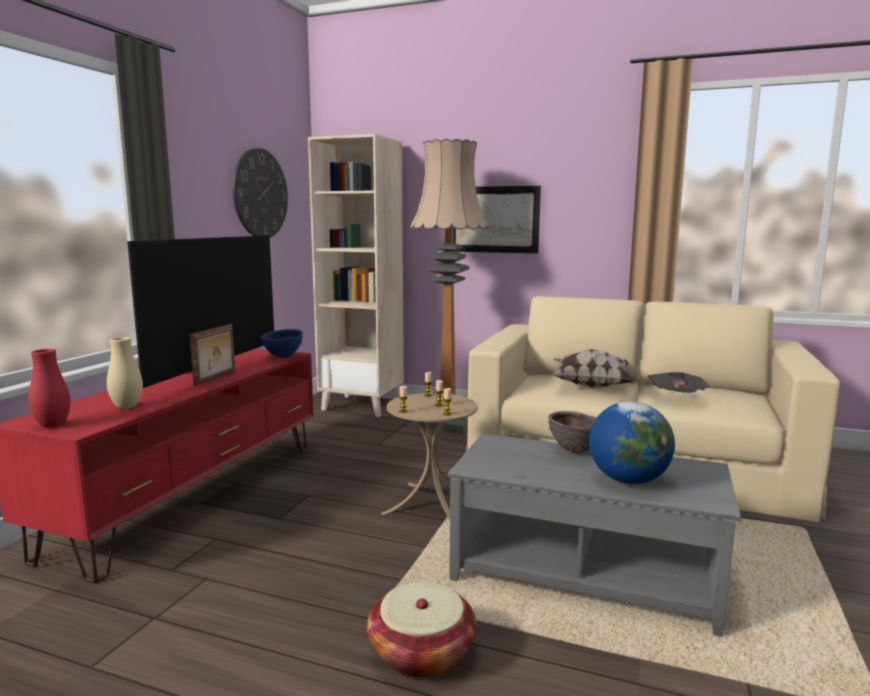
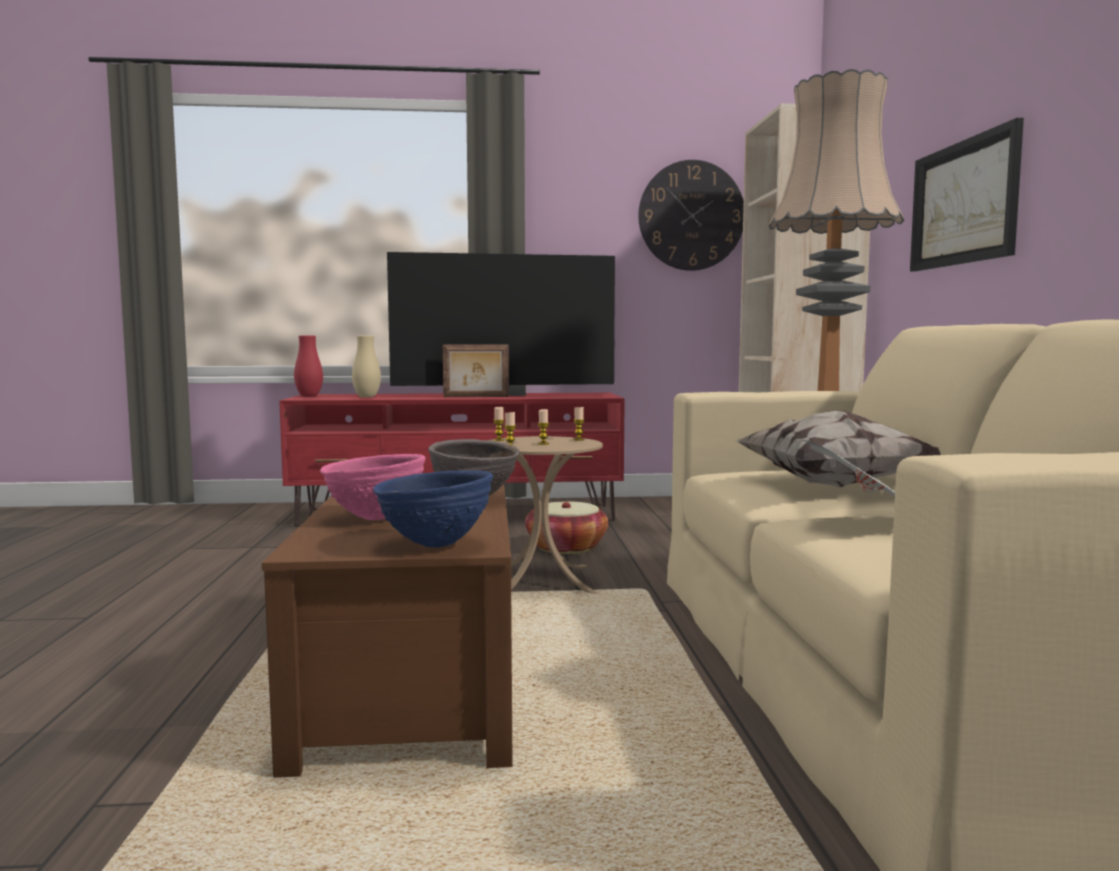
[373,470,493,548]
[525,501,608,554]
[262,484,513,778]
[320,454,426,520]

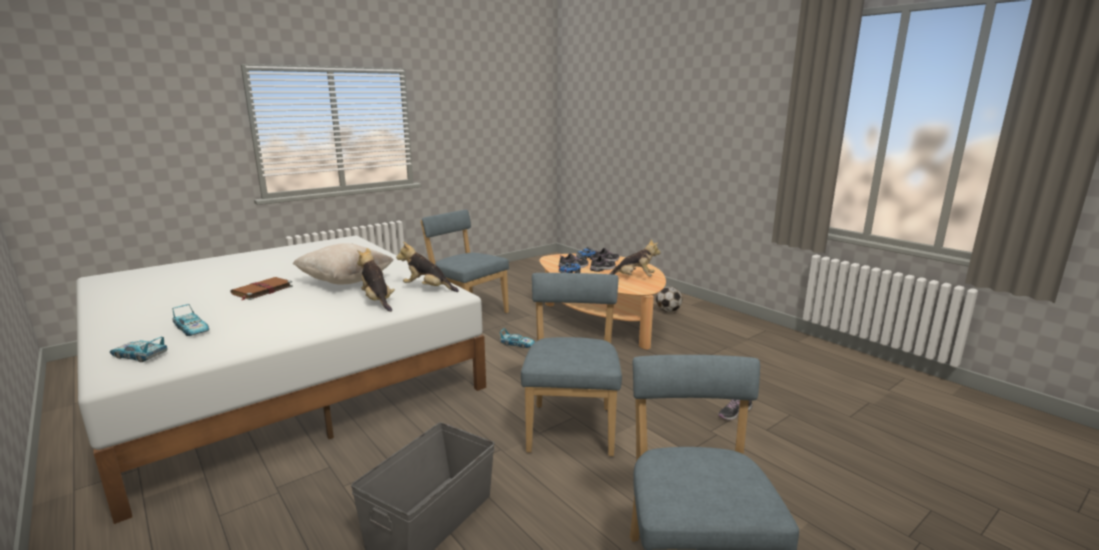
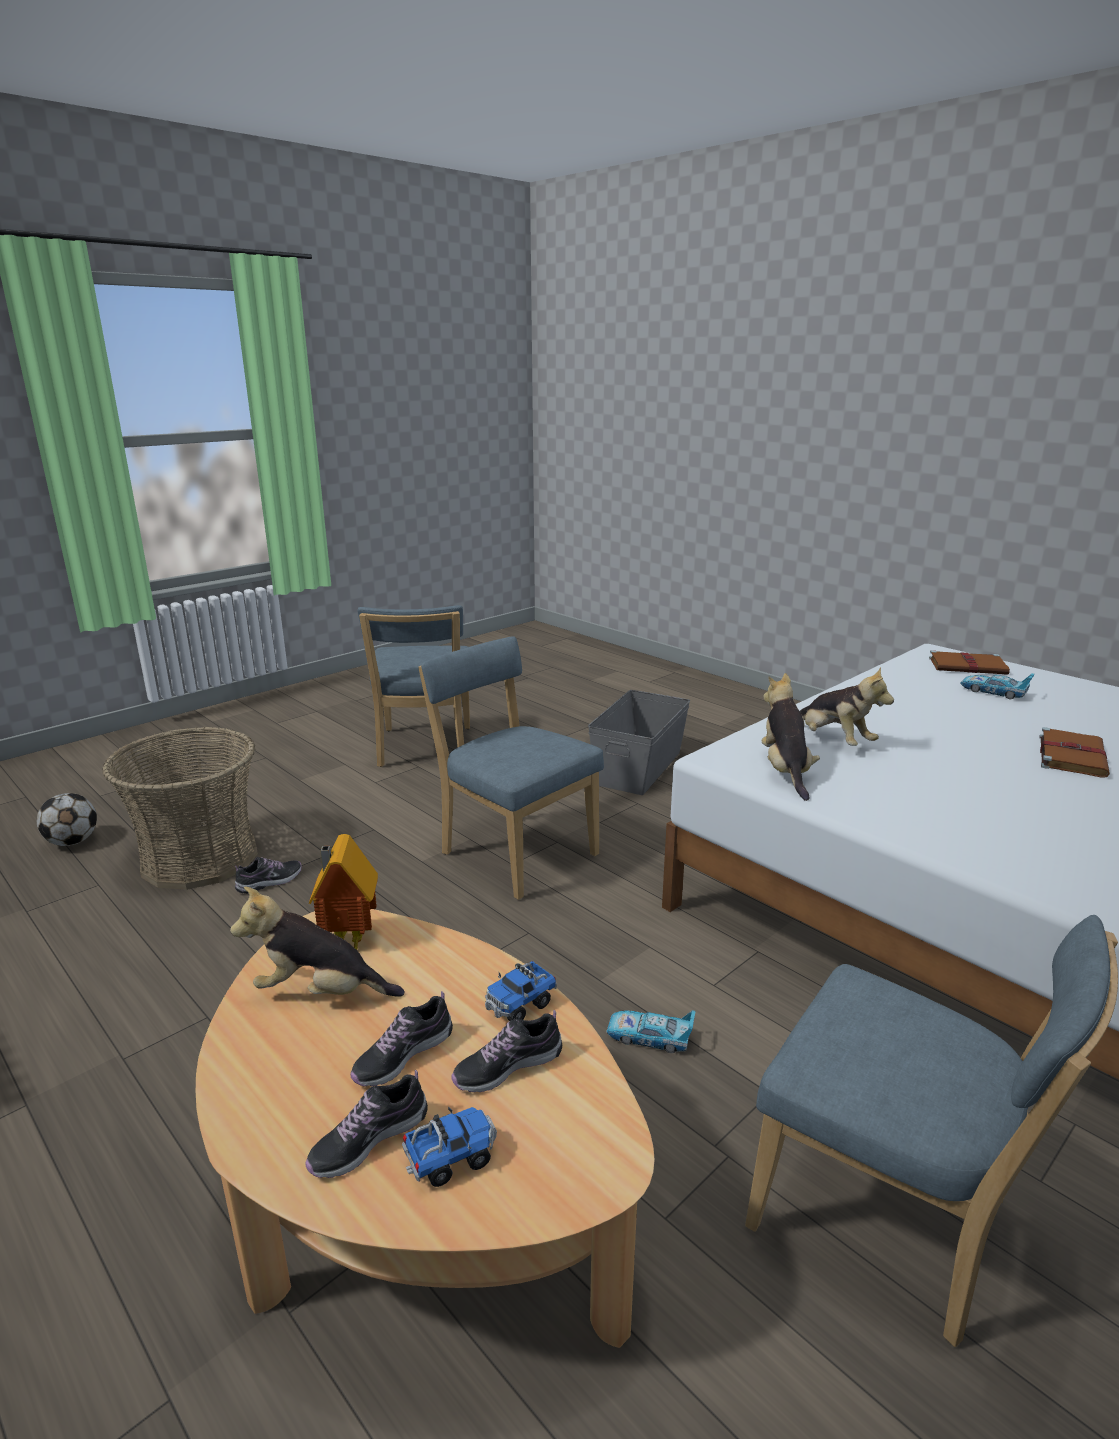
[929,650,1010,675]
[293,243,393,285] (first image)
[762,673,820,801]
[418,636,604,900]
[37,793,97,846]
[102,727,258,890]
[309,834,378,950]

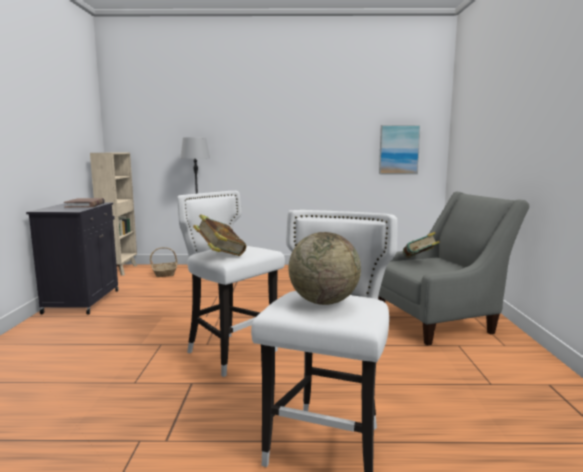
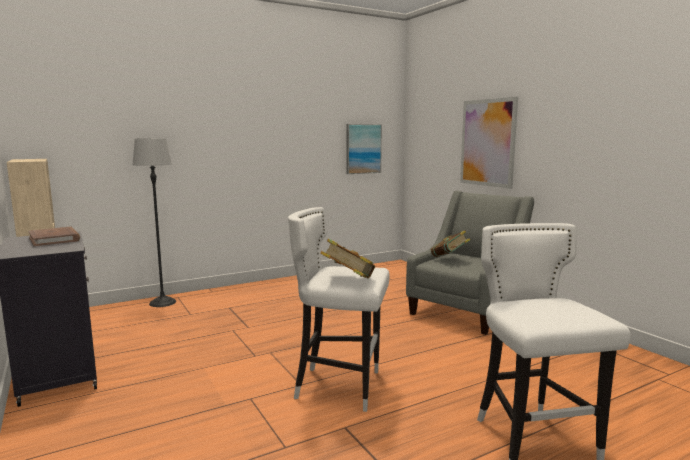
[150,247,178,277] (first image)
[288,232,361,305] (first image)
[460,97,518,189]

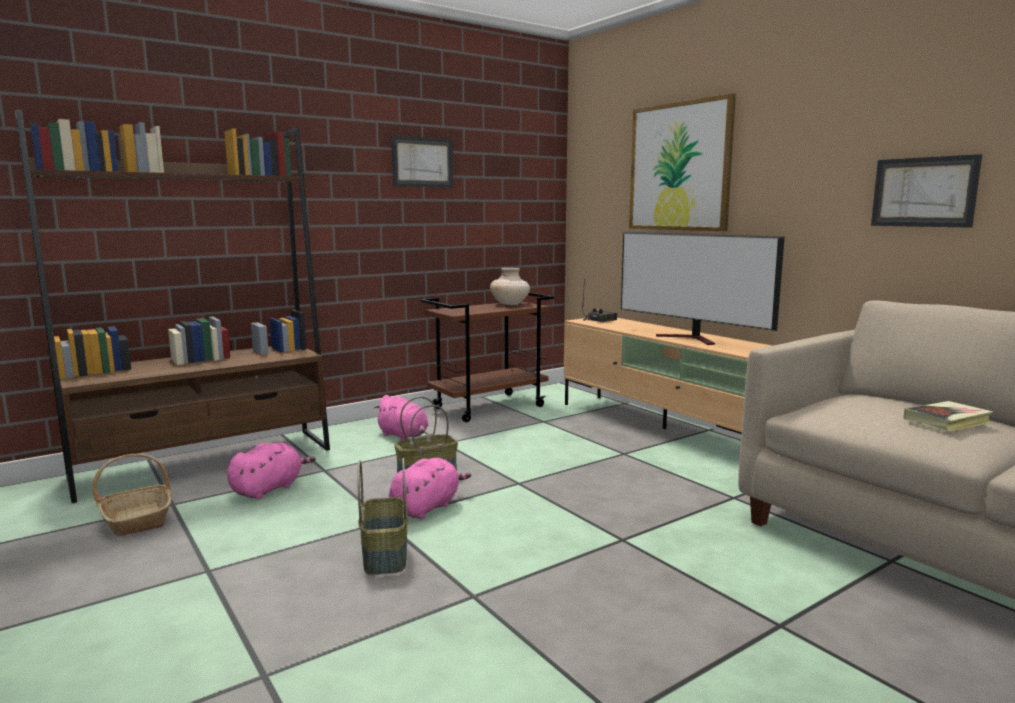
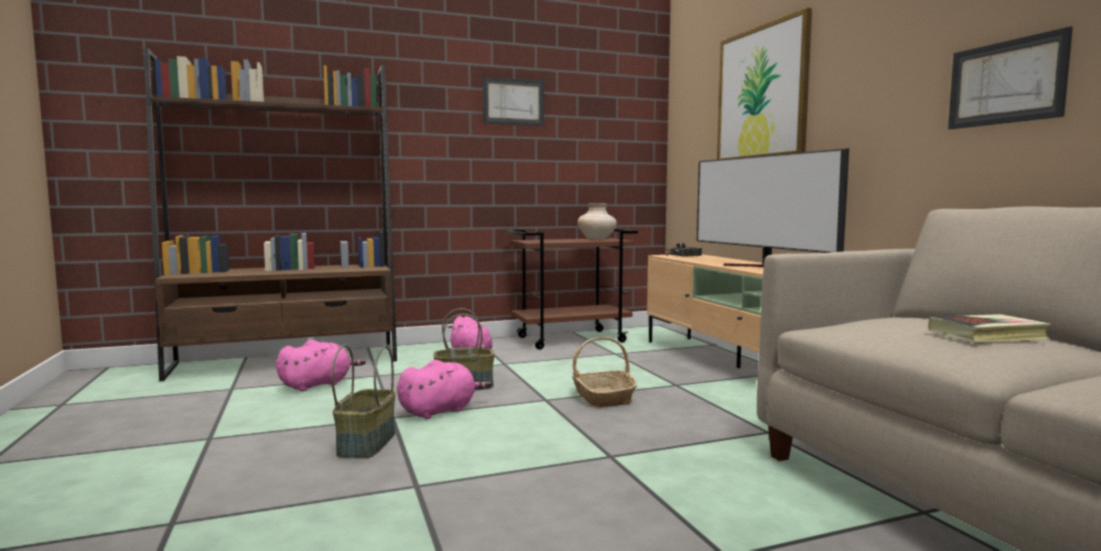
[572,337,637,407]

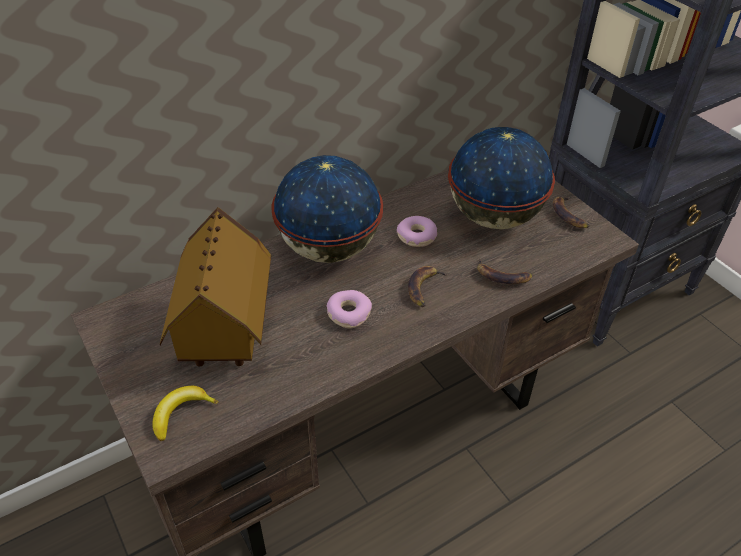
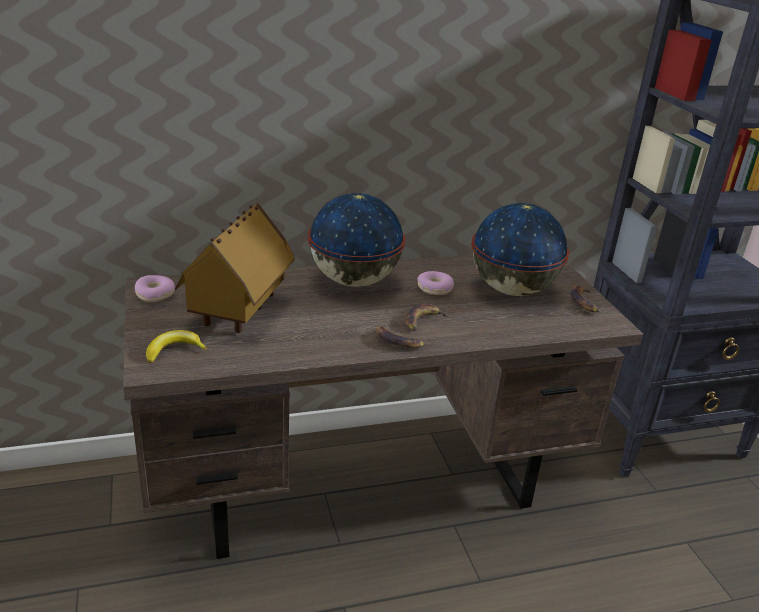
[135,275,175,302]
[375,324,425,348]

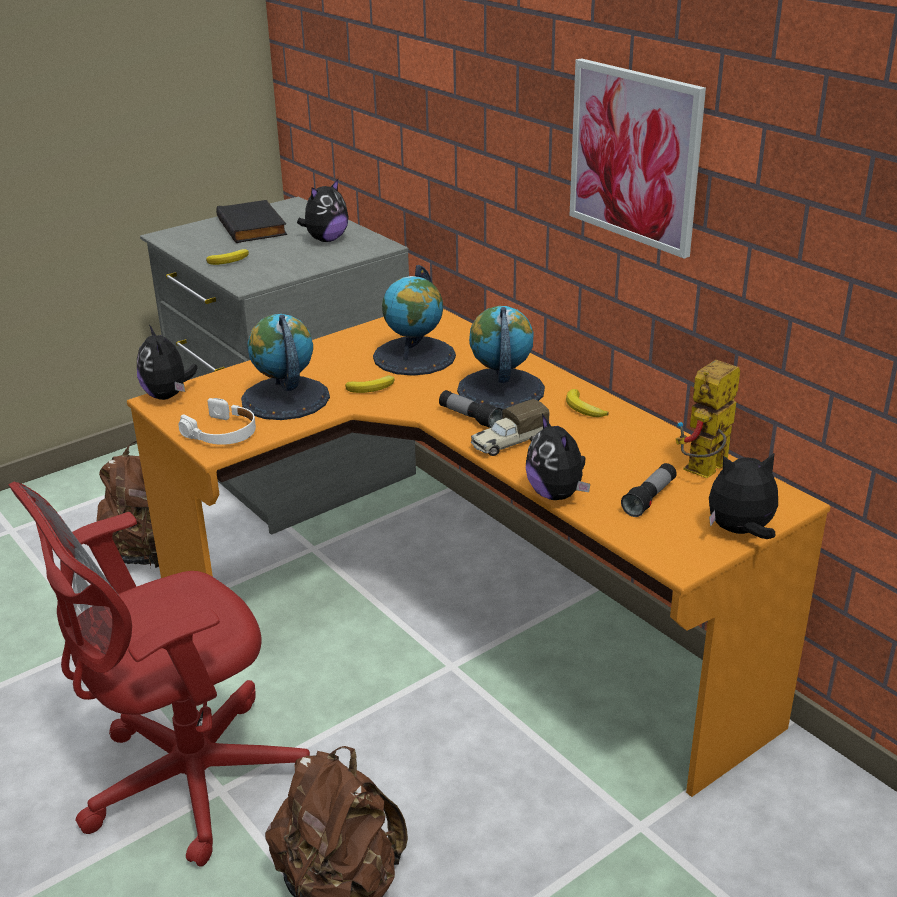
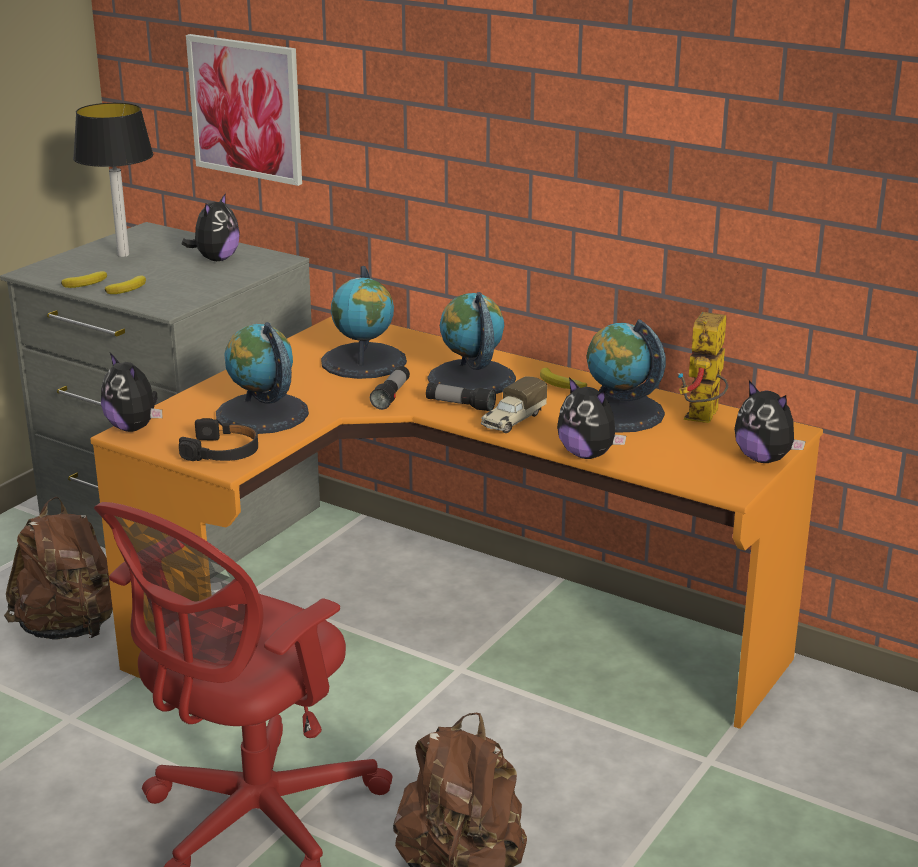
[179,418,258,461]
[73,103,153,257]
[61,271,107,288]
[186,34,302,186]
[370,366,410,410]
[735,381,806,463]
[587,319,666,433]

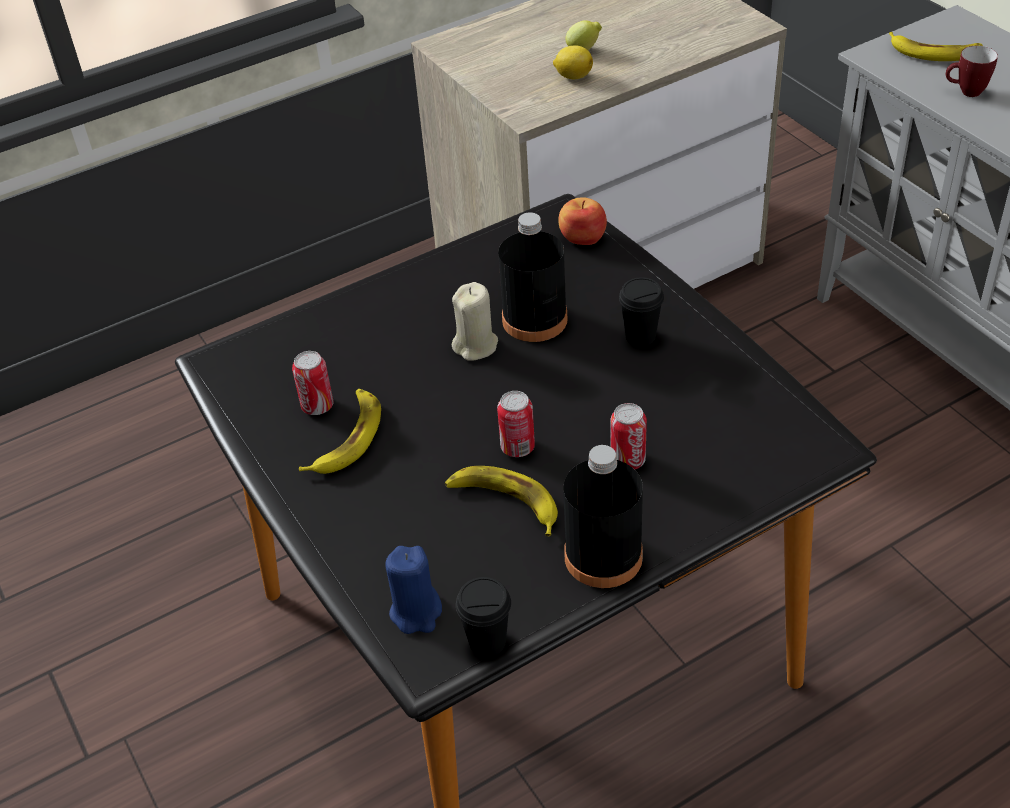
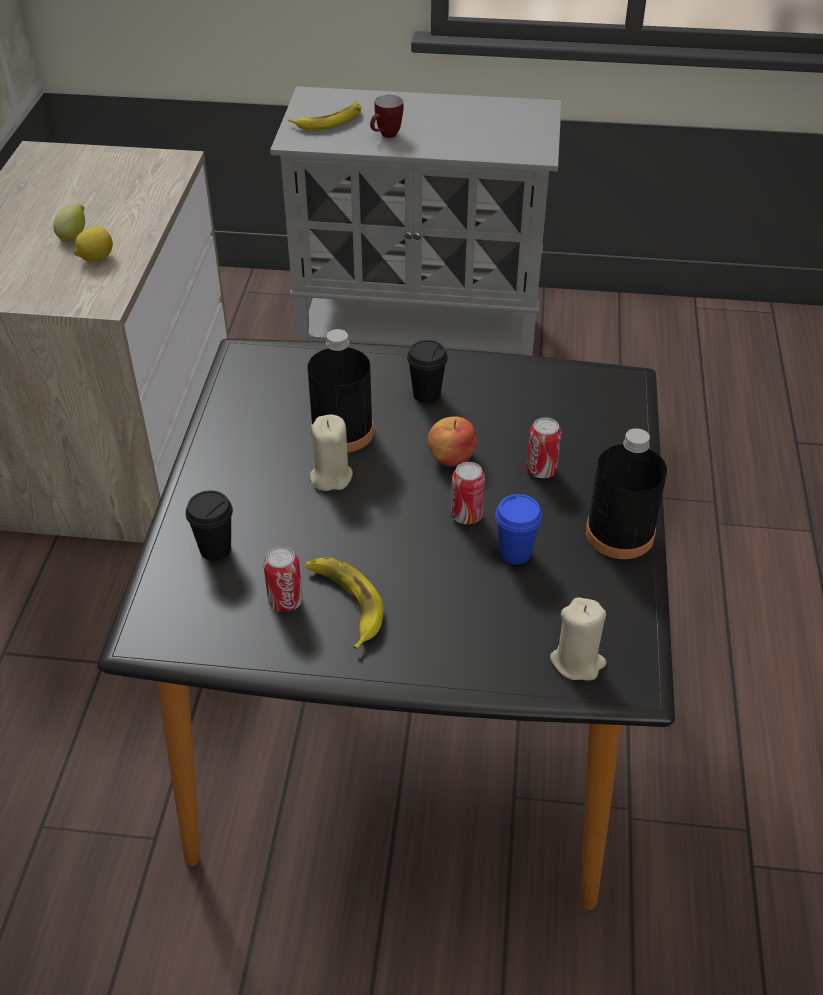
[550,598,606,681]
[495,494,542,564]
[186,490,233,561]
[428,416,477,466]

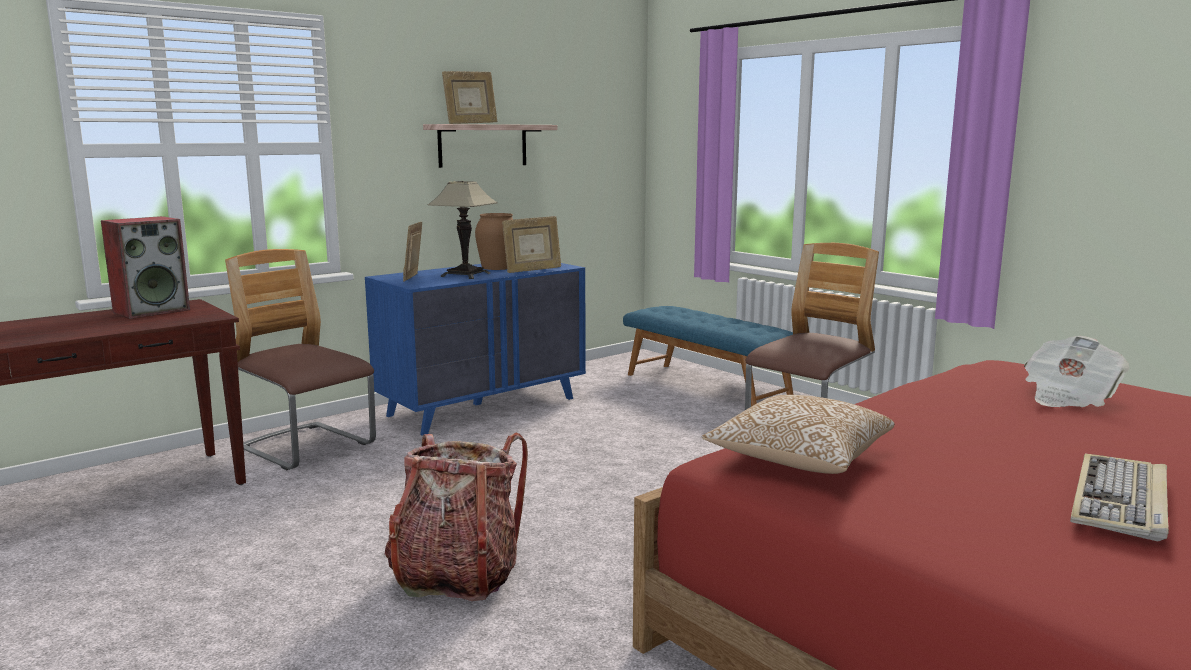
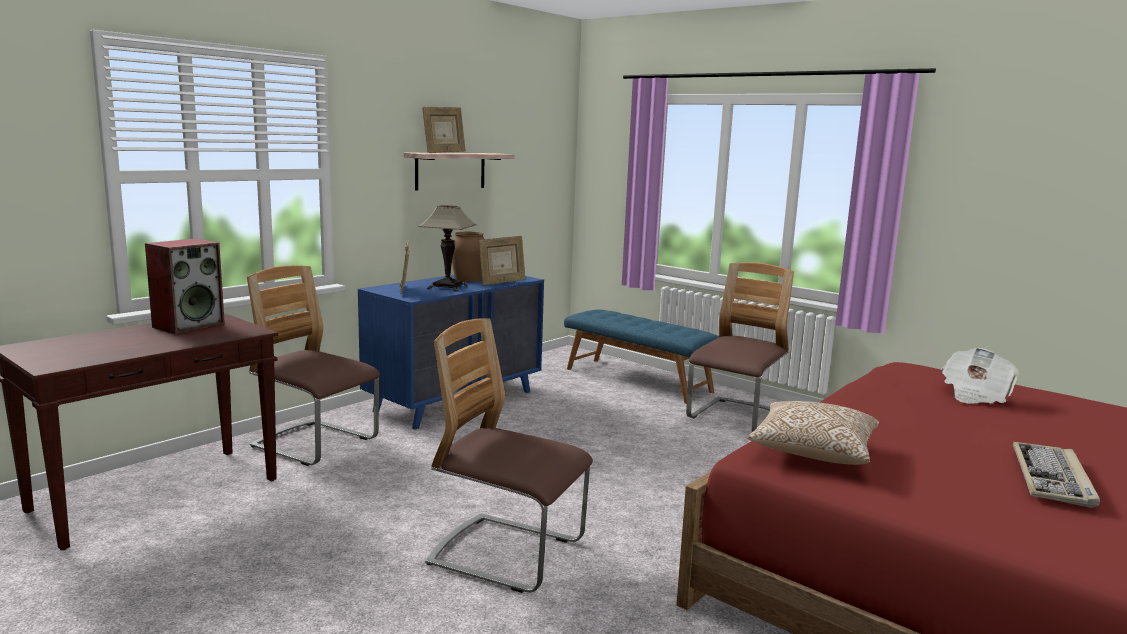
[425,318,593,593]

